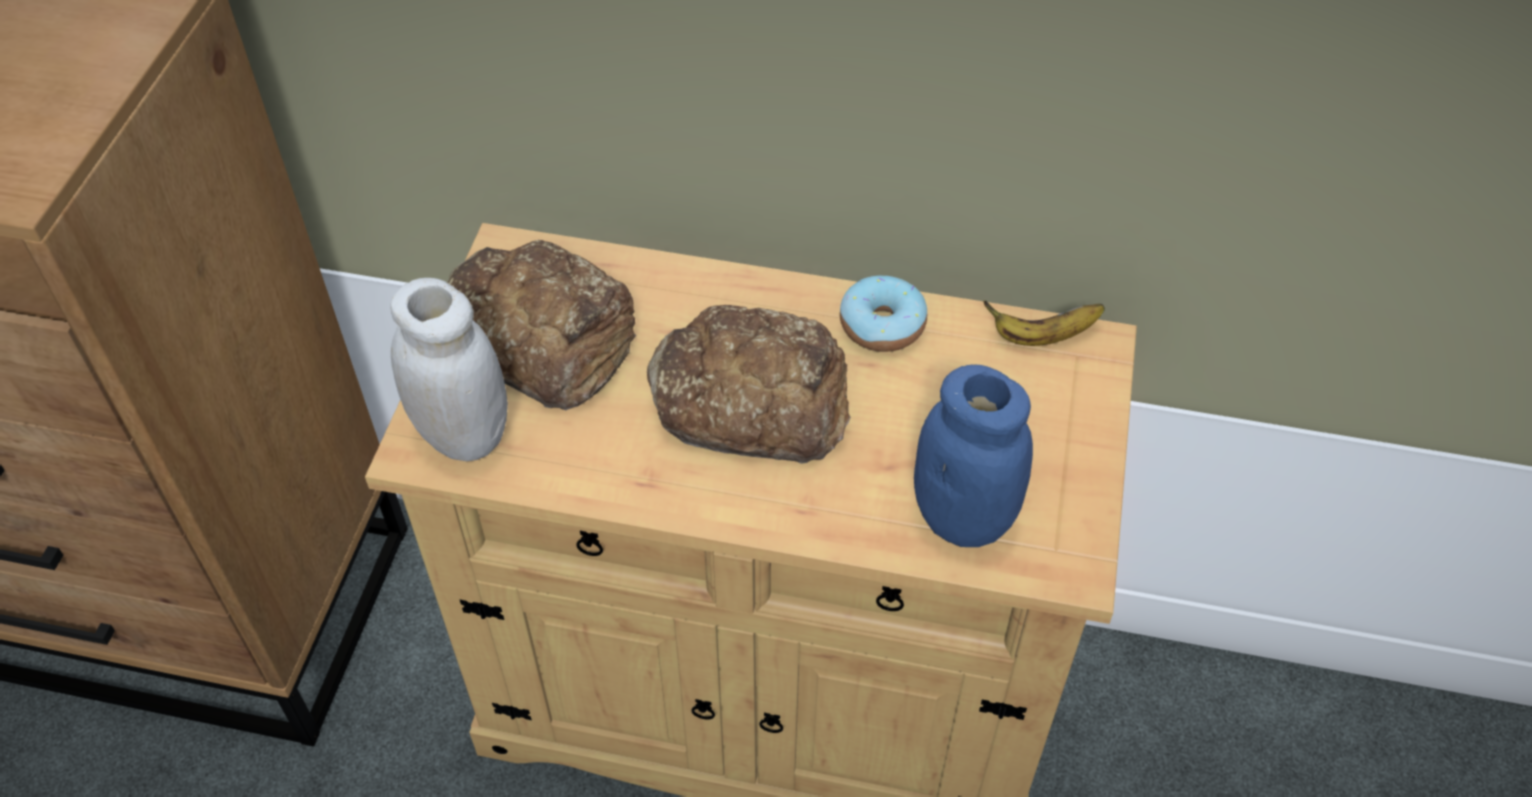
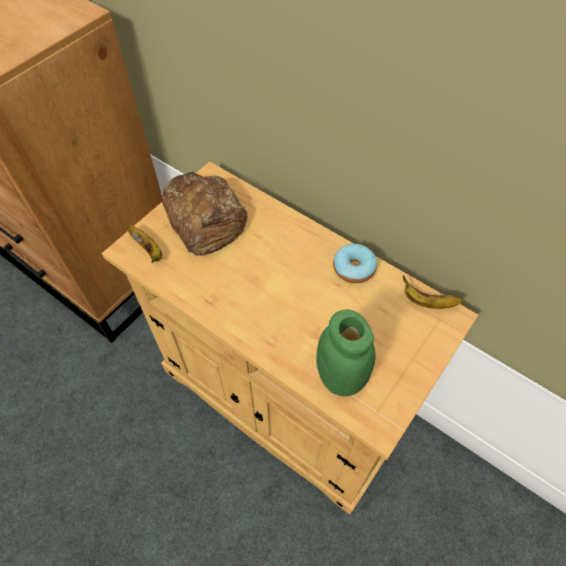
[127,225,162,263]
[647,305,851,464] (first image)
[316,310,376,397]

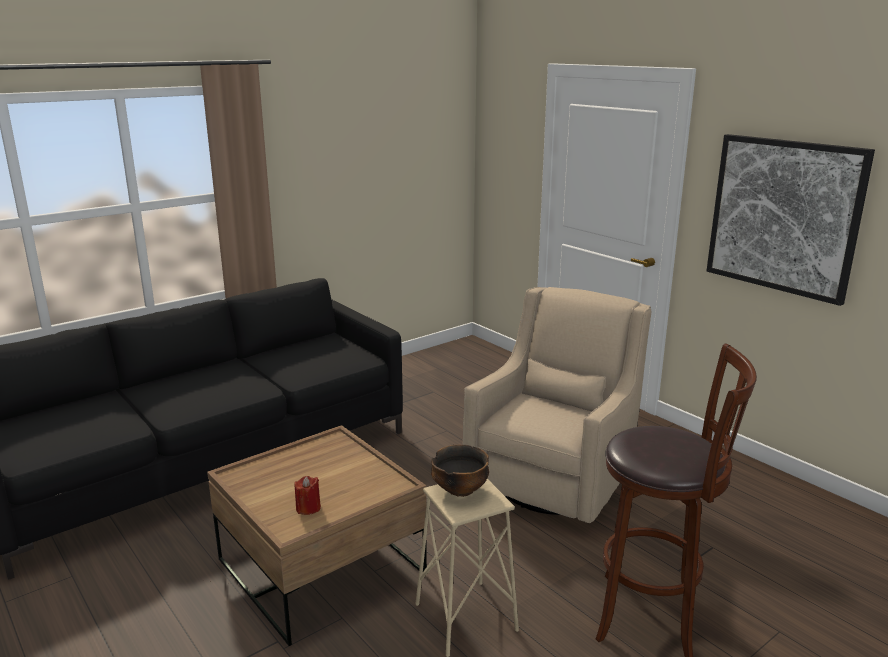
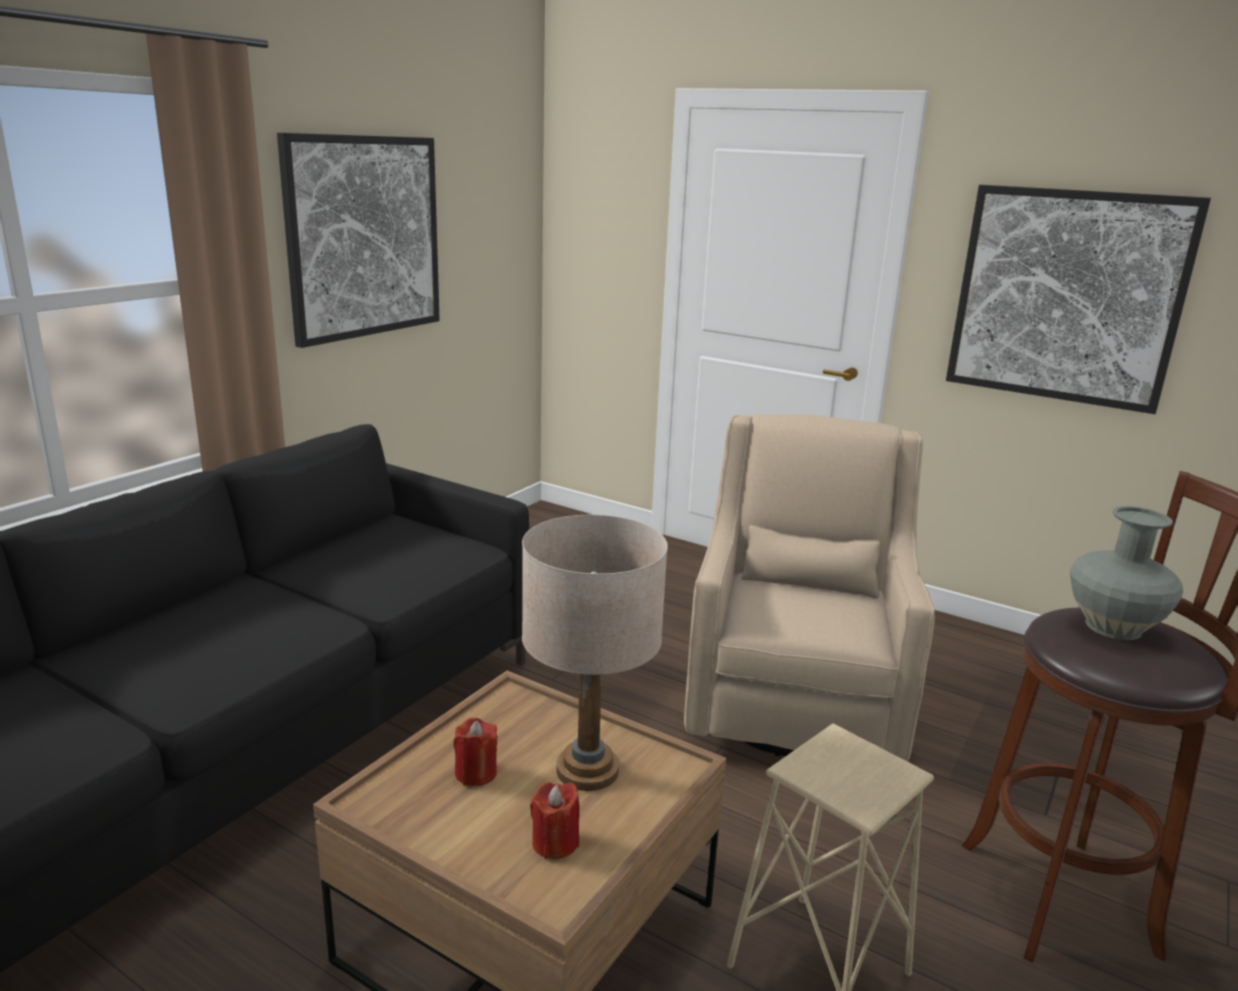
[431,444,489,497] (first image)
[277,133,440,348]
[453,718,498,786]
[522,515,668,791]
[1070,506,1183,640]

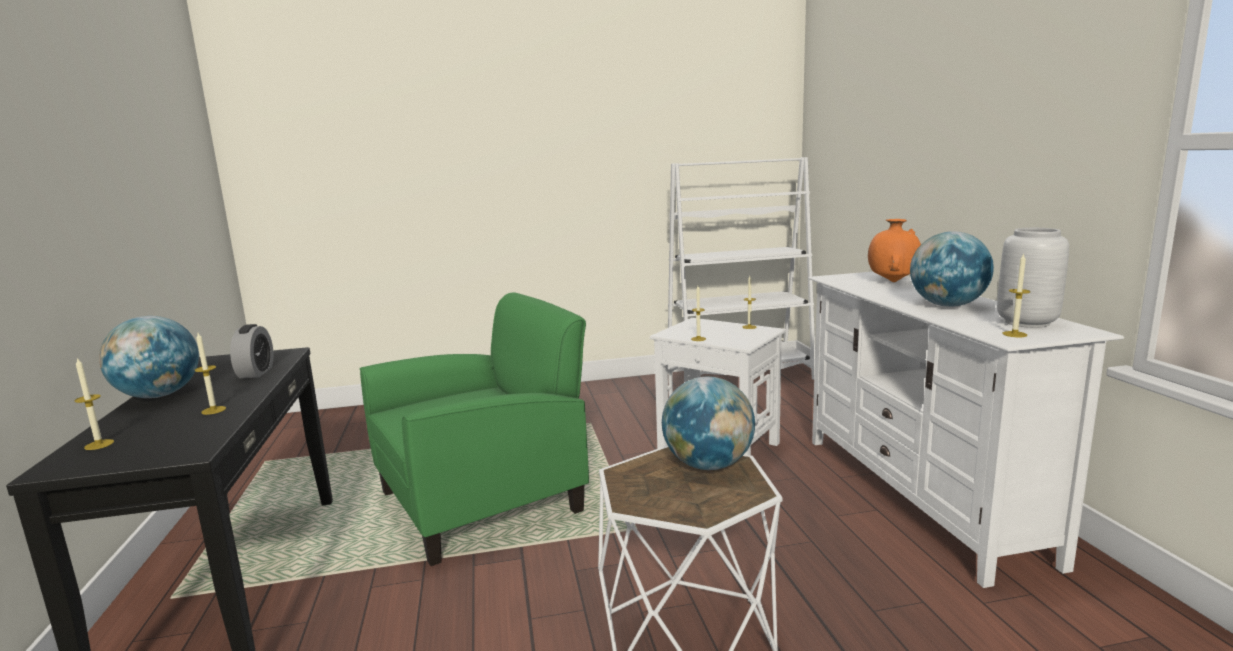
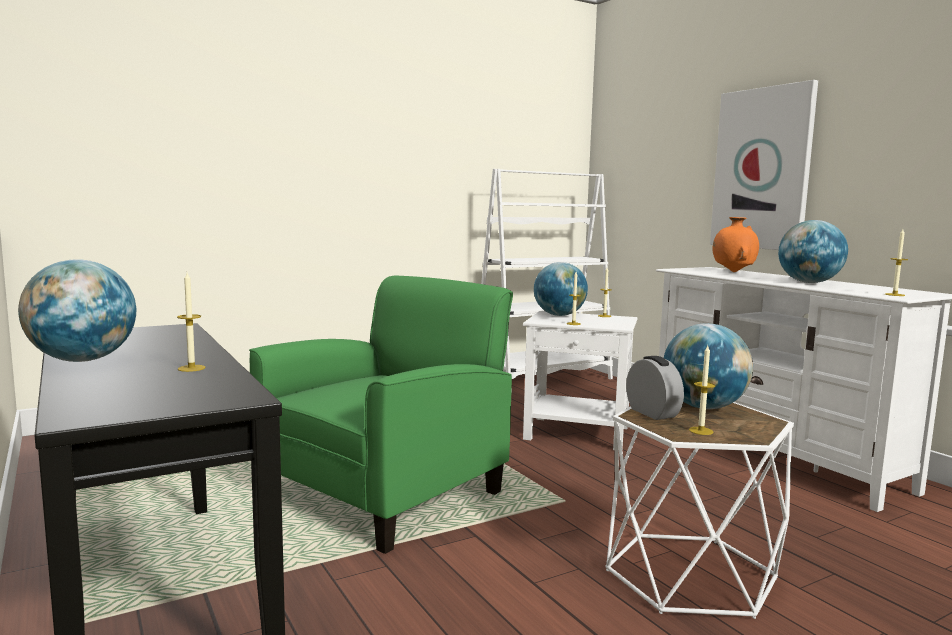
[689,346,715,435]
[626,356,684,420]
[997,228,1069,328] (first image)
[534,262,588,316]
[710,80,818,250]

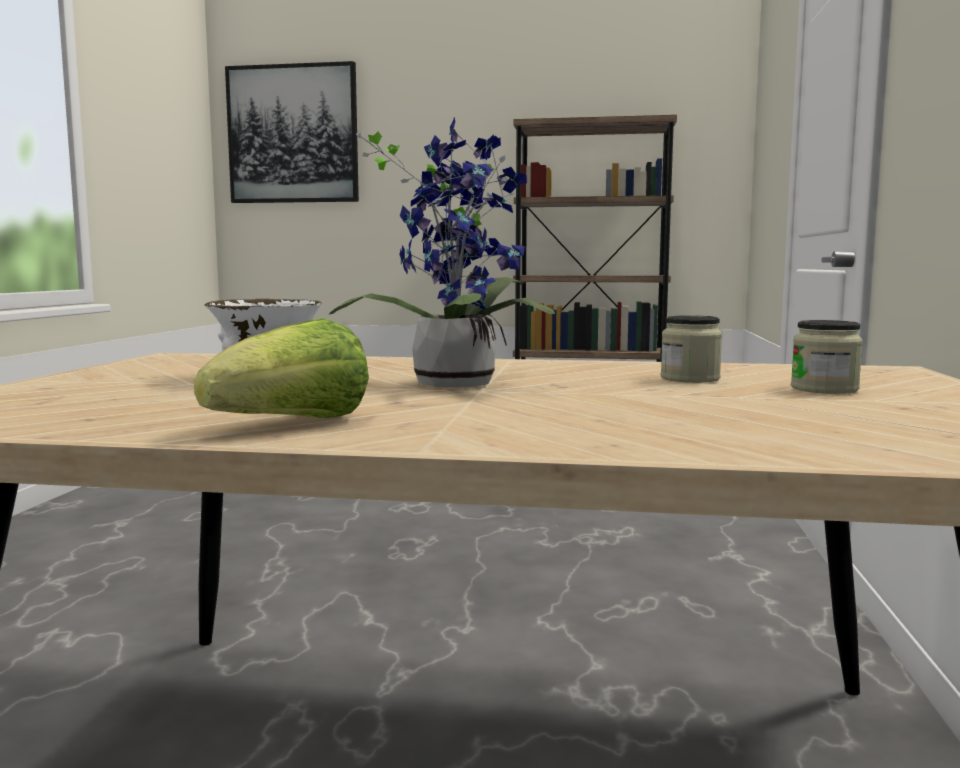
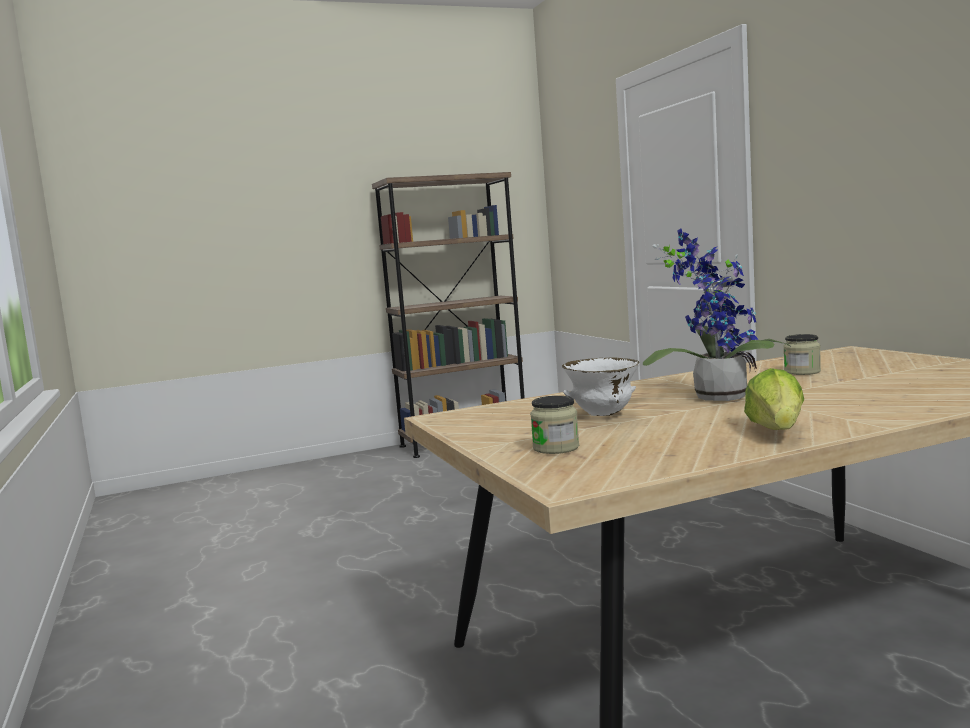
[225,61,359,203] (first image)
[530,396,579,454]

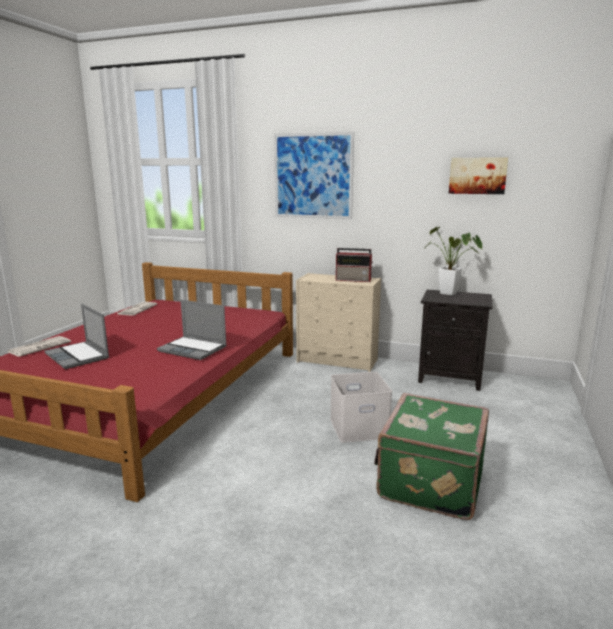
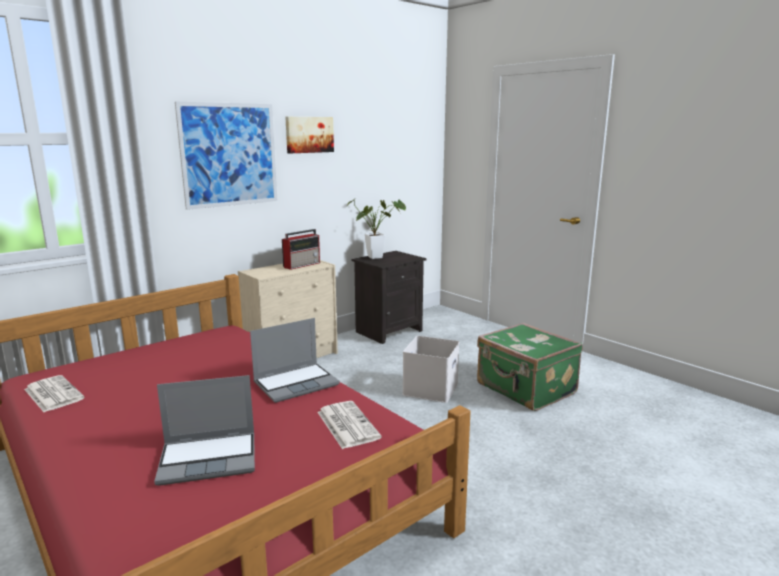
[318,401,382,449]
[285,117,334,153]

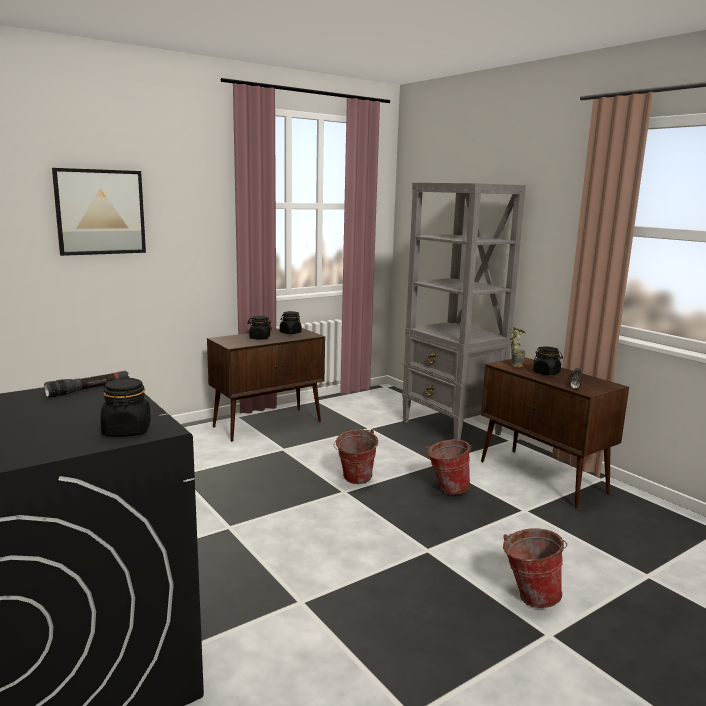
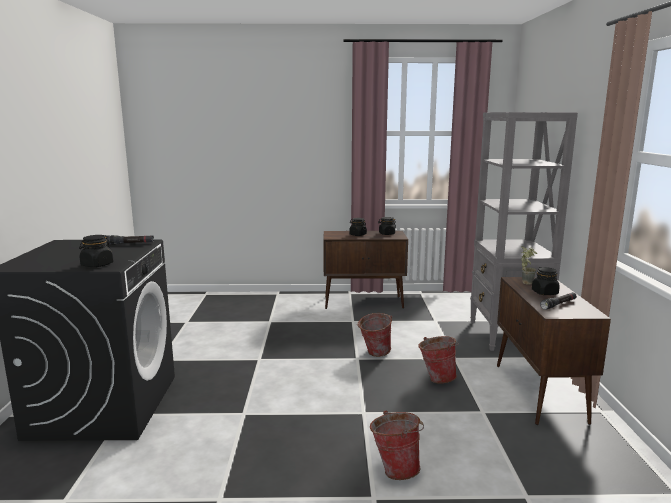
[52,168,146,256] (first image)

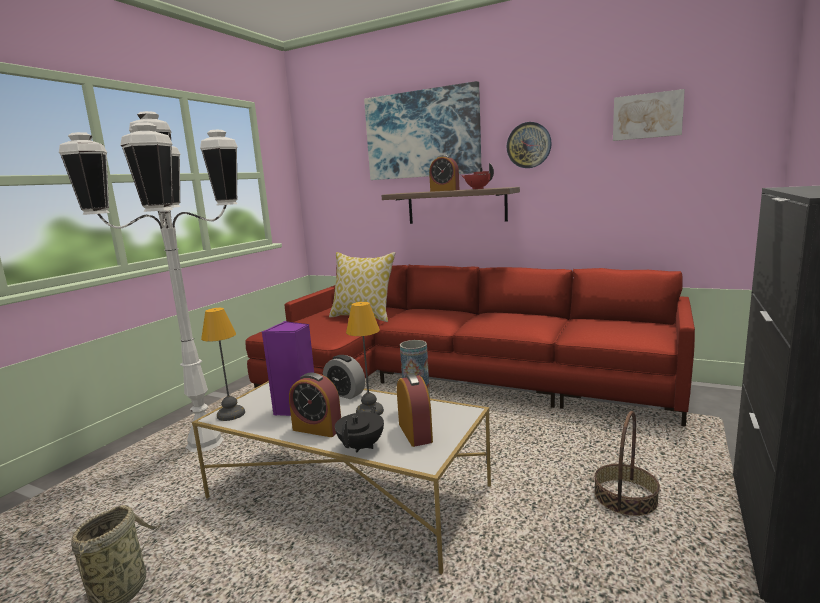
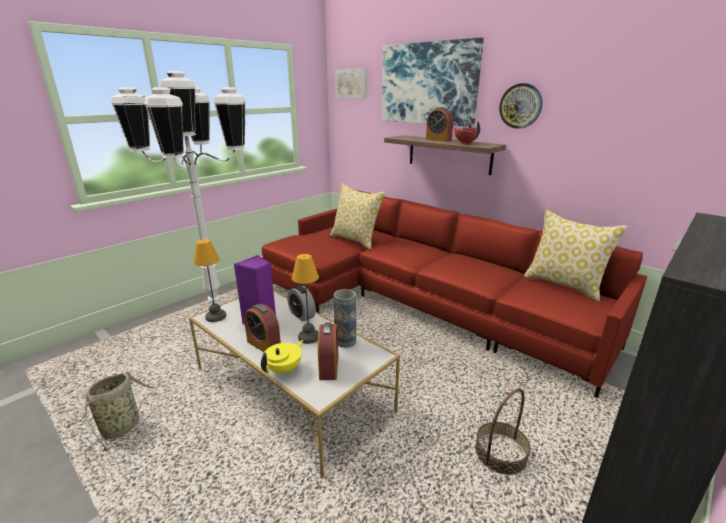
[261,340,304,375]
[335,68,367,98]
[524,210,628,301]

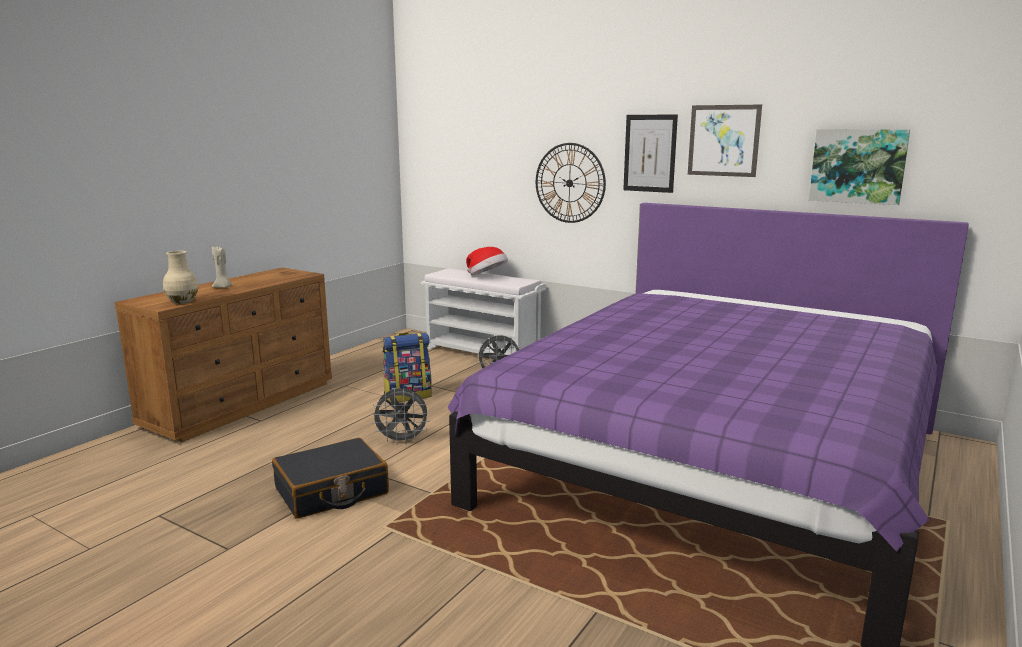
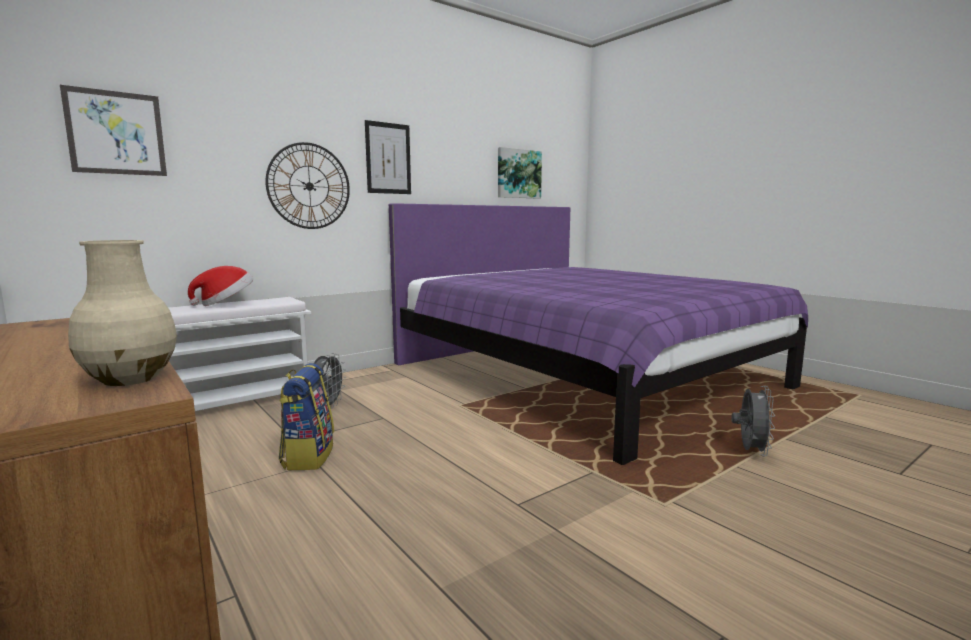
[212,246,232,288] (first image)
[272,438,389,519] (first image)
[731,386,775,456]
[60,85,167,176]

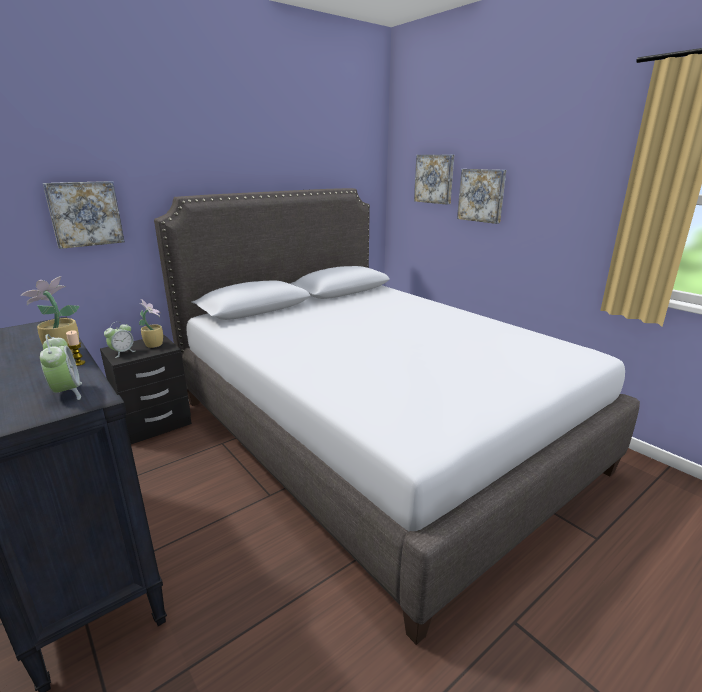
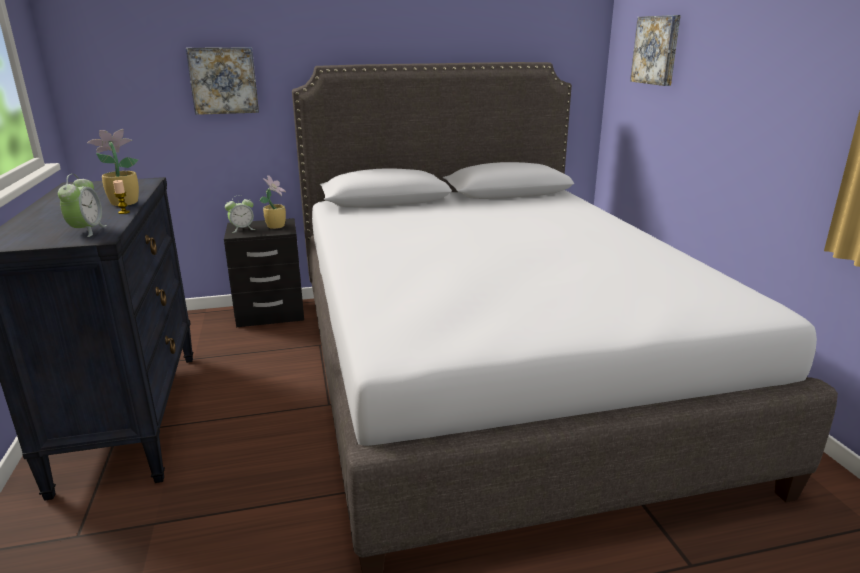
[457,169,506,224] (first image)

